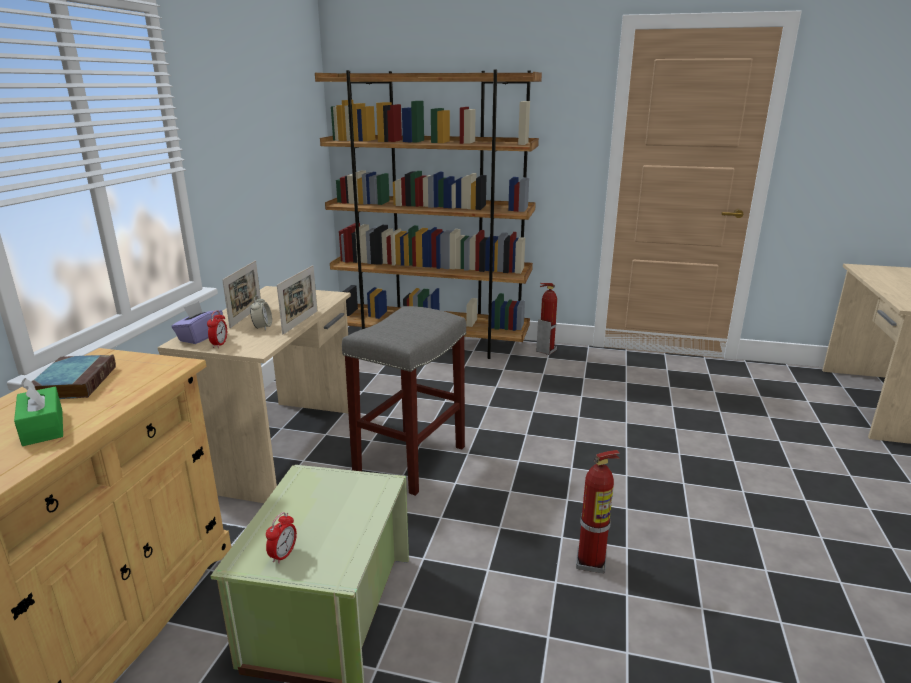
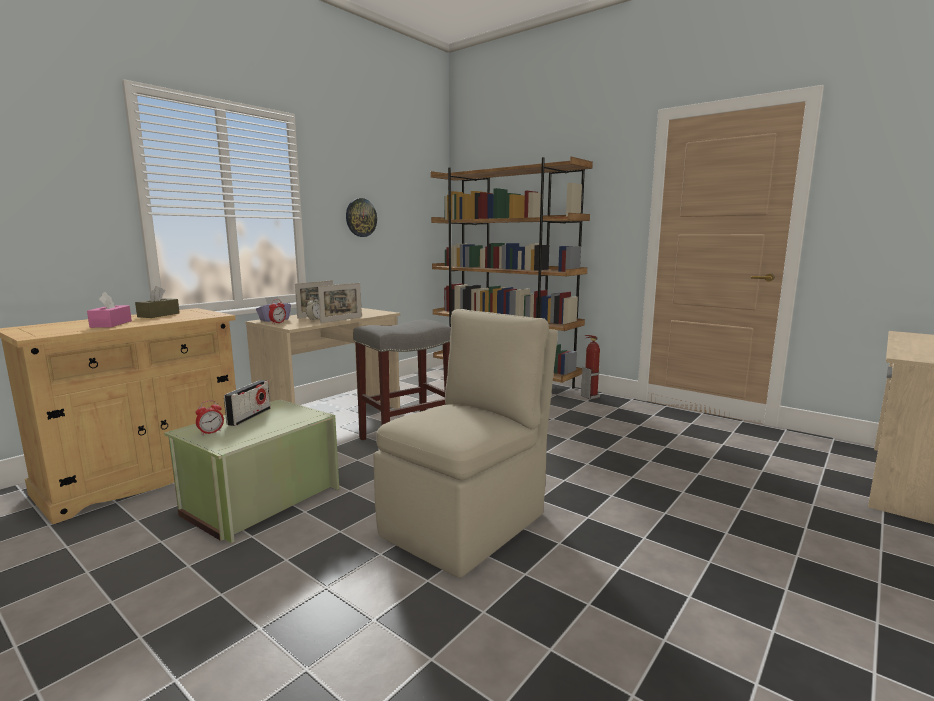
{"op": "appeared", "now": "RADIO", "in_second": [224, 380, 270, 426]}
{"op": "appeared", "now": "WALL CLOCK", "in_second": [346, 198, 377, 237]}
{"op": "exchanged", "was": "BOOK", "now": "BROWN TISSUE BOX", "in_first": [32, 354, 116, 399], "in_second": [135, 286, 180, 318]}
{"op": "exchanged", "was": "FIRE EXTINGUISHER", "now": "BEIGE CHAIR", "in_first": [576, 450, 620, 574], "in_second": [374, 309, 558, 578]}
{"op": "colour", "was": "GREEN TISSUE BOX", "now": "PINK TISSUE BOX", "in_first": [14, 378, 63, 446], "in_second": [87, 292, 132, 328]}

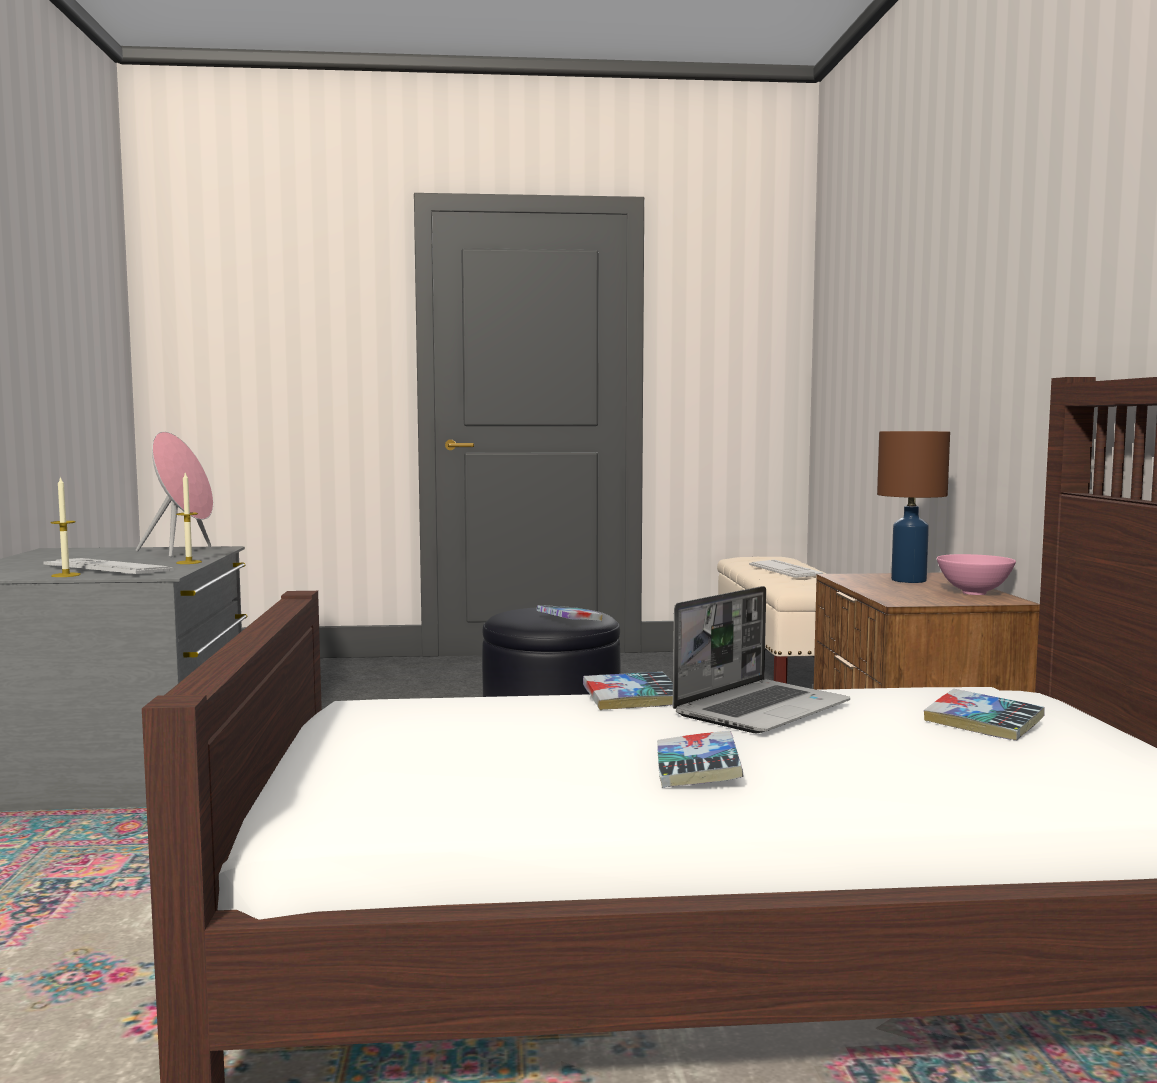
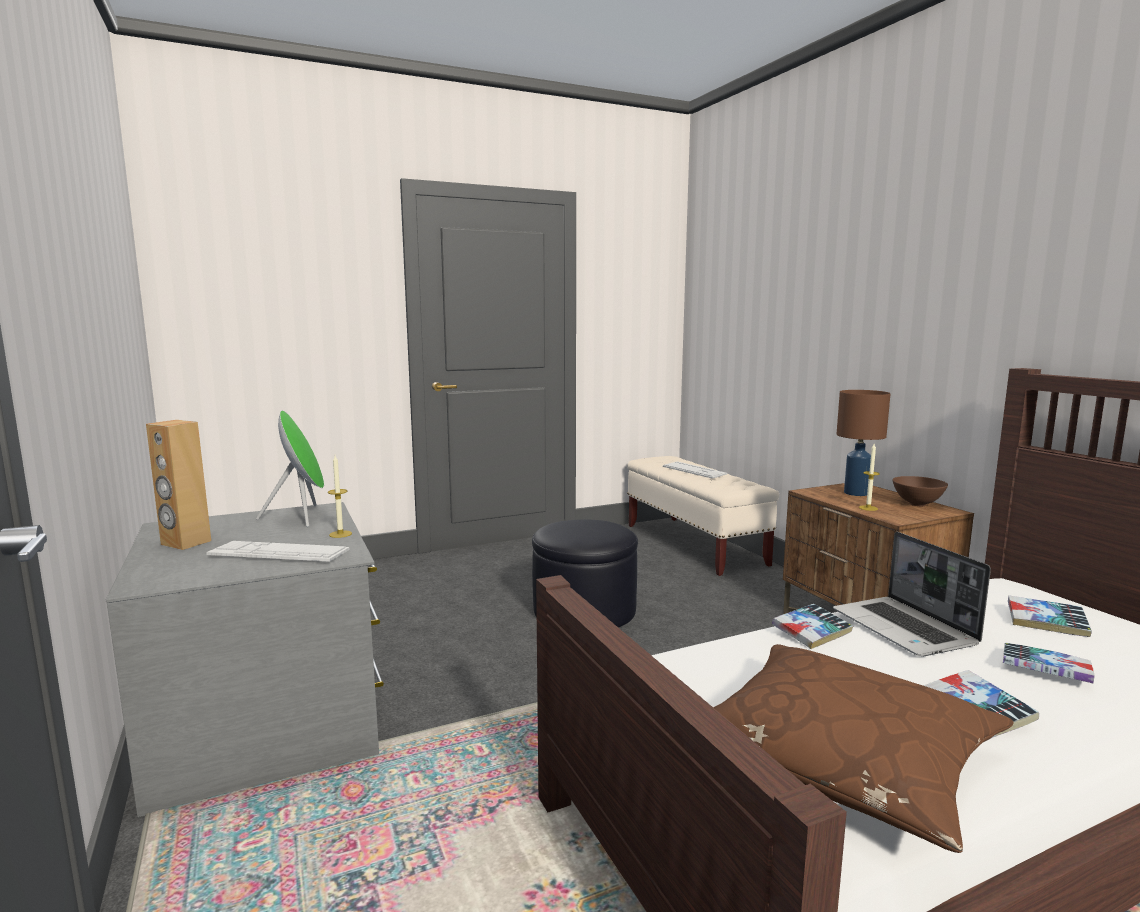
{"op": "appeared", "now": "BROWN SPEAKER", "in_second": [146, 420, 211, 550]}
{"op": "appeared", "now": "BROWN PILLOW", "in_second": [713, 644, 1014, 853]}
{"op": "relocated", "was": "CANDLE", "in_first": [50, 476, 81, 577], "in_second": [859, 444, 880, 511]}
{"op": "relocated", "was": "BOOK", "in_first": [536, 605, 603, 621], "in_second": [1003, 643, 1095, 683]}
{"op": "colour", "was": "PINK SPEAKER", "now": "GREEN SPEAKER", "in_first": [136, 432, 213, 557], "in_second": [256, 410, 324, 527]}
{"op": "colour", "was": "PINK BOWL", "now": "BROWN BOWL", "in_first": [937, 554, 1016, 595], "in_second": [892, 476, 948, 506]}
{"op": "spun", "was": "LAPTOP", "in_first": [673, 586, 850, 733], "in_second": [833, 532, 991, 656], "clockwise": 135}

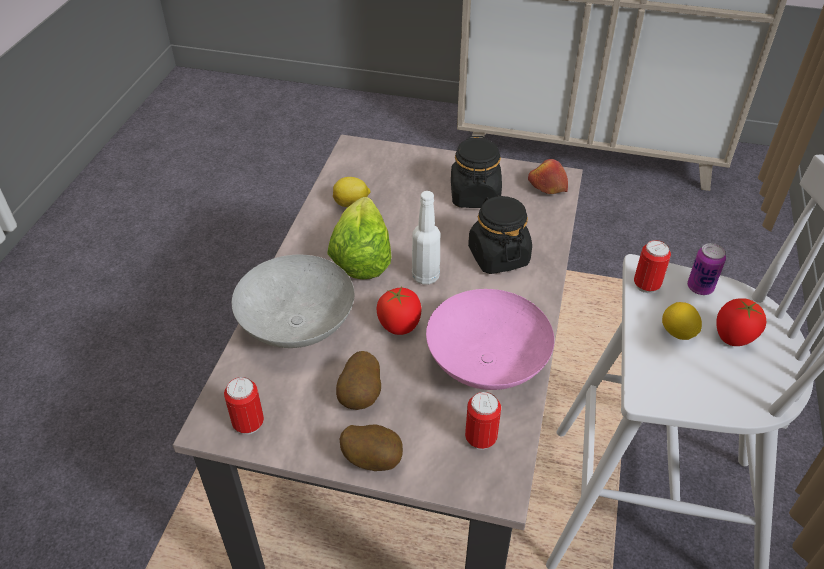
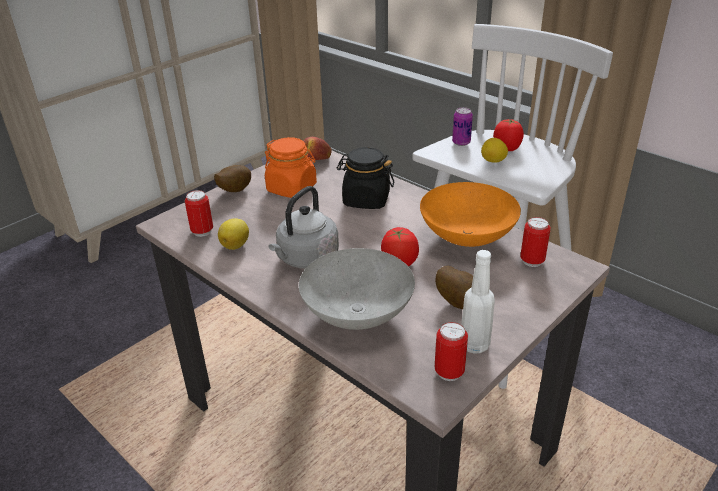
{"op": "relocated", "was": "POTATO", "in_first": [339, 425, 403, 471], "in_second": [214, 165, 251, 192]}
{"op": "relocated", "was": "WHITE BOTTLE", "in_first": [412, 191, 441, 285], "in_second": [461, 250, 495, 354]}
{"op": "relocated", "was": "CAN", "in_first": [634, 240, 671, 293], "in_second": [185, 190, 213, 237]}
{"op": "exchanged", "was": "LETTUCE", "now": "GREY KETTLE", "in_first": [327, 197, 391, 279], "in_second": [268, 186, 339, 269]}
{"op": "colour", "was": "PINK BOWL", "now": "ORANGE BOWL", "in_first": [426, 289, 554, 390], "in_second": [420, 182, 521, 247]}
{"op": "colour", "was": "BLACK JAR", "now": "ORANGE JAR", "in_first": [451, 136, 502, 208], "in_second": [265, 137, 317, 198]}

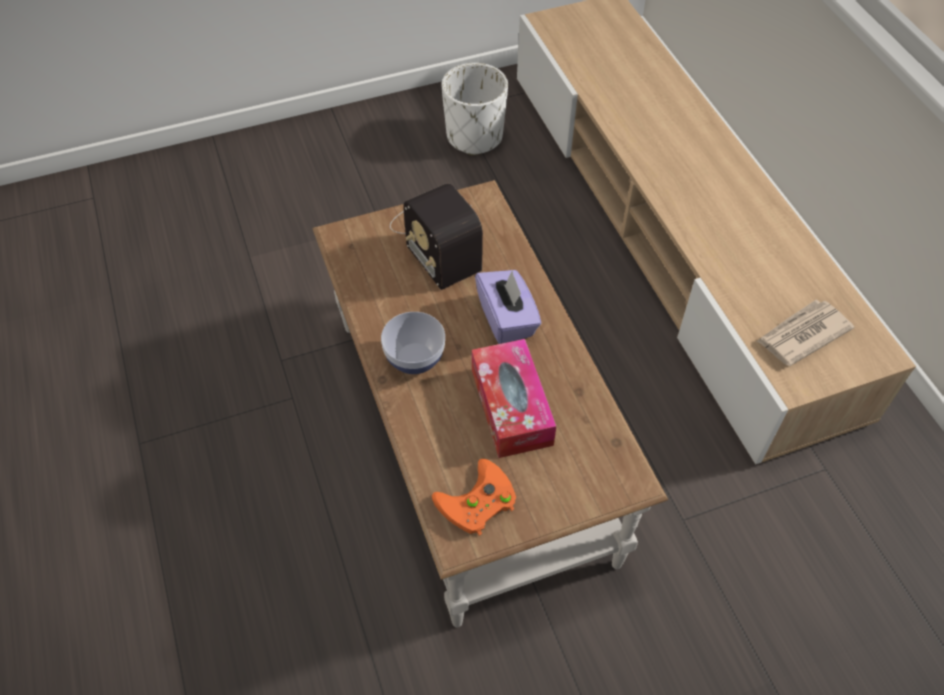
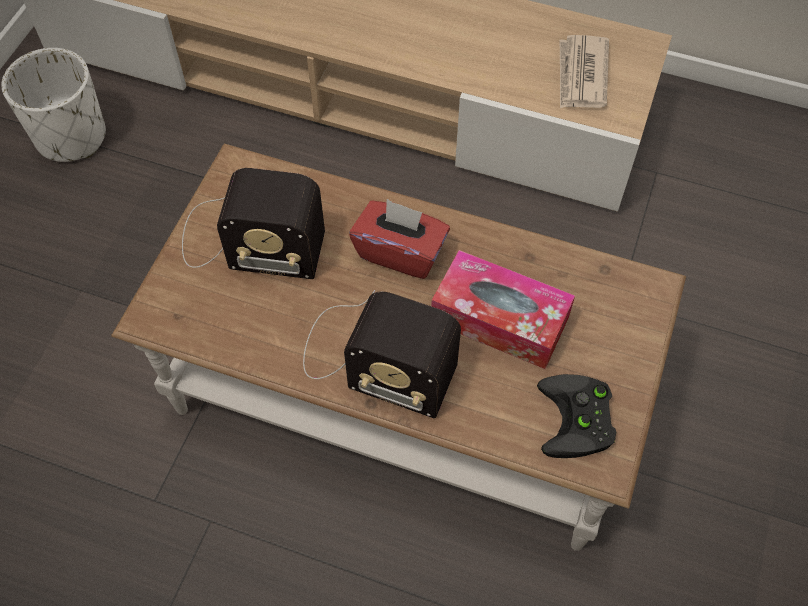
{"op": "exchanged", "was": "BOWL", "now": "RADIO", "in_first": [381, 312, 445, 374], "in_second": [303, 290, 461, 418]}
{"op": "colour", "was": "ORANGE GAME CONTROLLER", "now": "BLACK GAME CONTROLLER", "in_first": [432, 459, 516, 536], "in_second": [537, 374, 616, 458]}
{"op": "colour", "was": "PURPLE TISSUE BOX", "now": "RED TISSUE BOX", "in_first": [475, 270, 541, 344], "in_second": [349, 199, 450, 279]}

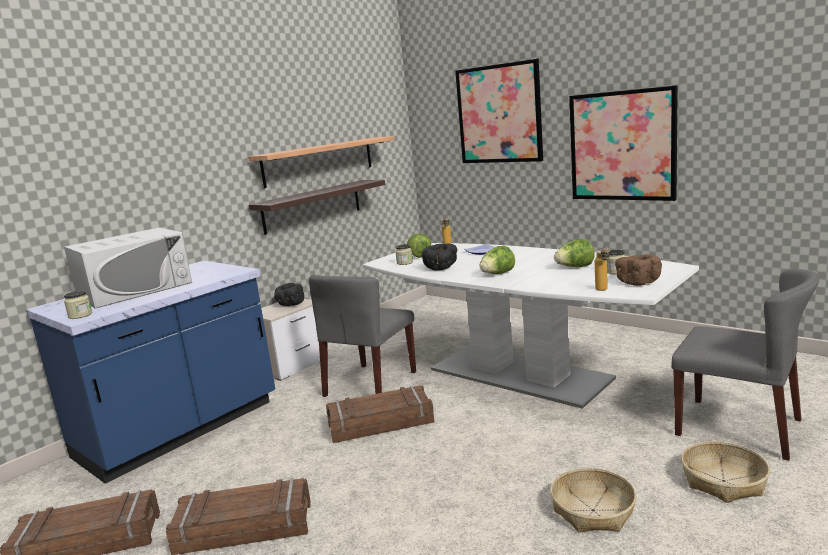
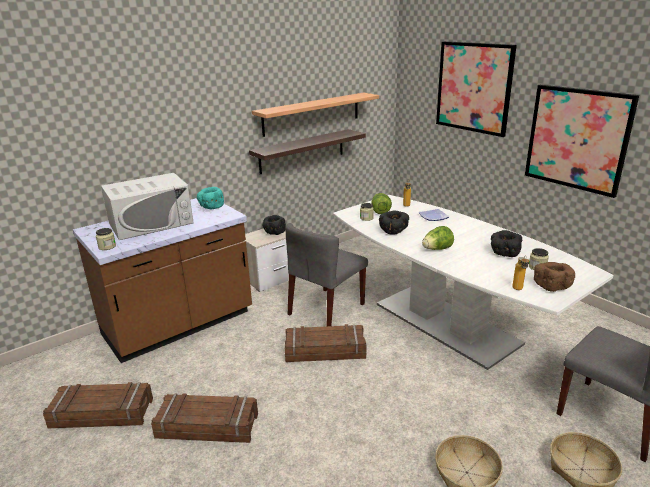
{"op": "appeared", "now": "TURQUOISE BOWL", "in_second": [197, 187, 224, 209]}
{"op": "exchanged", "was": "LETTUCE", "now": "BLACK BOWL", "in_first": [554, 239, 595, 267], "in_second": [491, 230, 522, 257]}
{"op": "colour", "was": "BLUE COUNTER", "now": "BROWN COUNTER", "in_first": [26, 261, 275, 484], "in_second": [73, 198, 252, 363]}

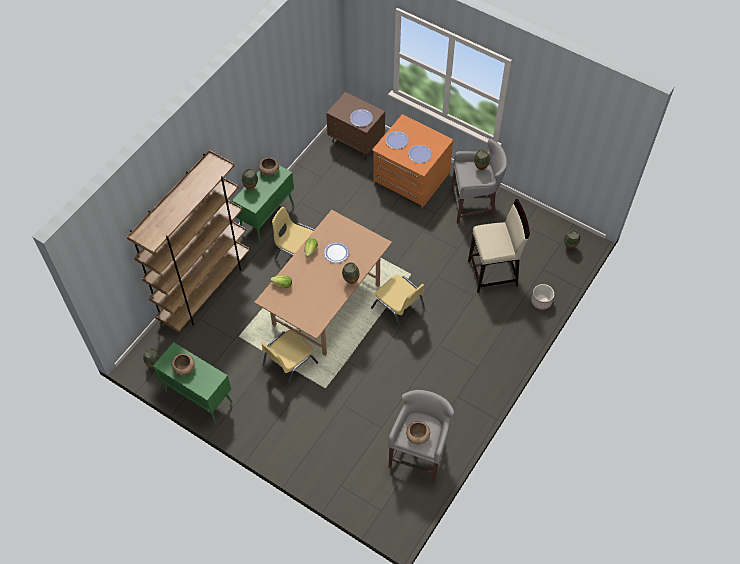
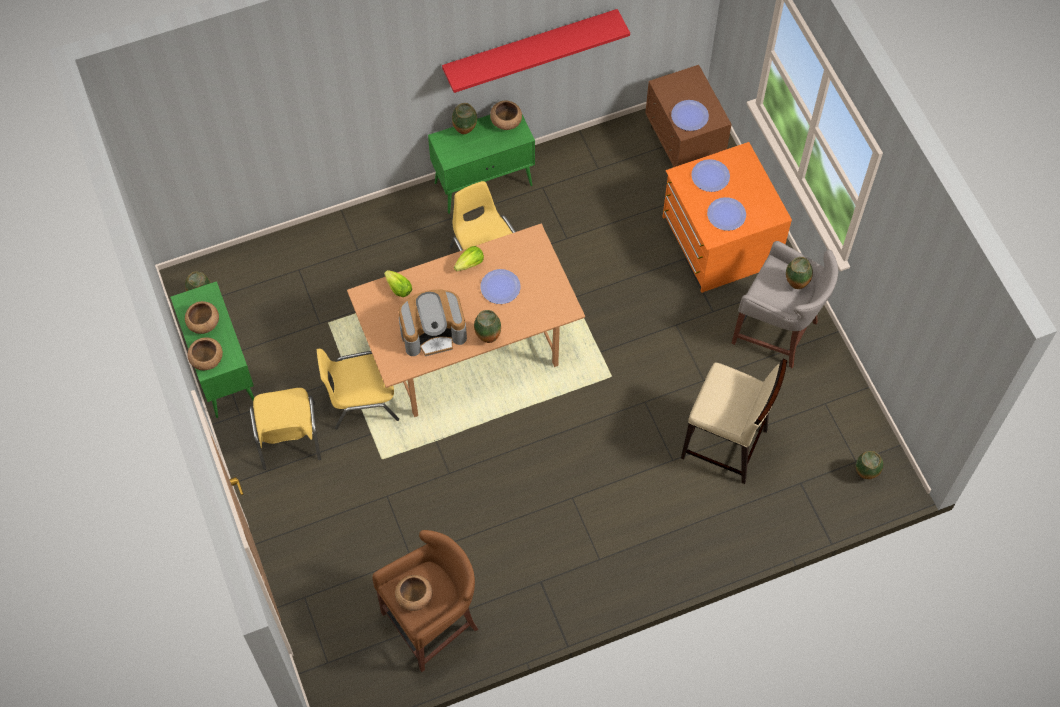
{"op": "missing", "was": "BROWN BOOKCASE", "in_first": [127, 150, 250, 333]}
{"op": "missing", "was": "PLANTER", "in_first": [531, 284, 554, 310]}
{"op": "appeared", "now": "BROWN BOWL", "in_second": [187, 337, 223, 370]}
{"op": "appeared", "now": "COFFEE MACHINE", "in_second": [399, 290, 467, 356]}
{"op": "appeared", "now": "RED SHELF", "in_second": [442, 9, 630, 93]}
{"op": "relocated", "was": "YELLOW CHAIR", "in_first": [371, 275, 425, 331], "in_second": [250, 388, 321, 470]}
{"op": "colour", "was": "GREY STOOL", "now": "BROWN STOOL", "in_first": [388, 390, 454, 482], "in_second": [372, 530, 478, 672]}

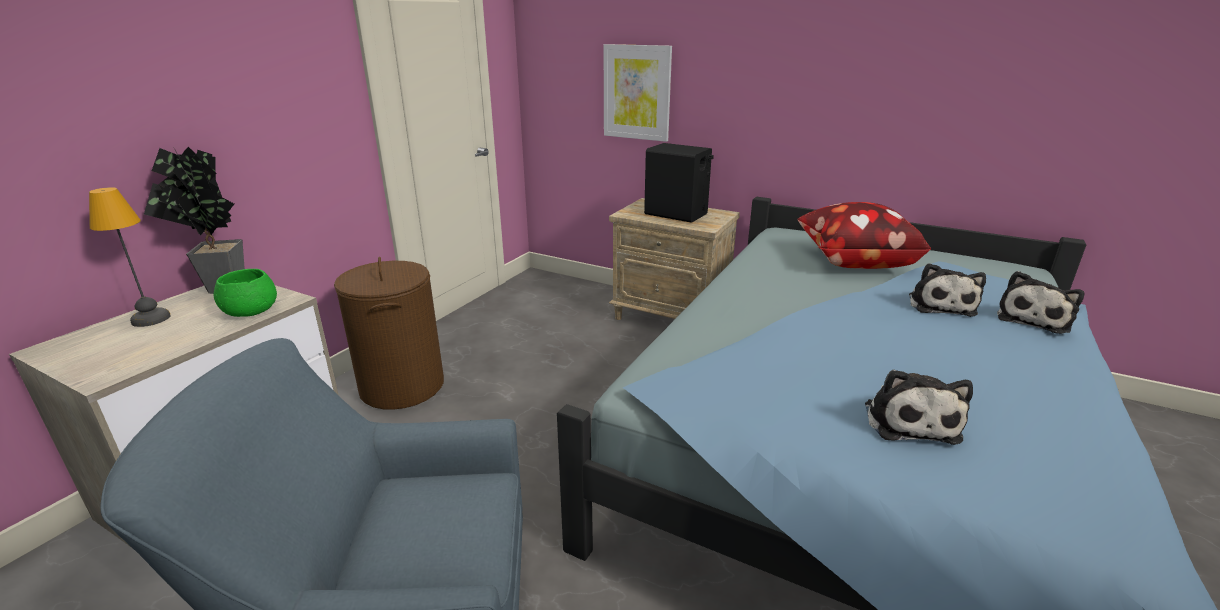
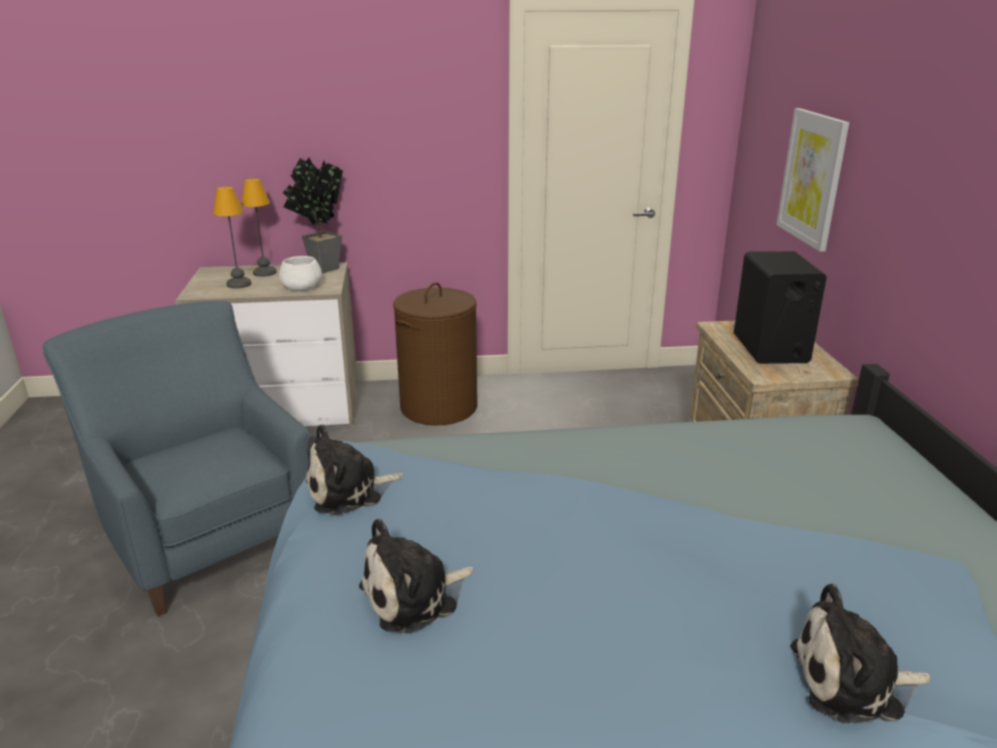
{"op": "missing", "was": "PILLOW", "in_first": [797, 202, 931, 269]}
{"op": "appeared", "now": "TABLE LAMP", "in_second": [213, 187, 252, 289]}
{"op": "relocated", "was": "PLUSH TOY", "in_first": [909, 263, 986, 317], "in_second": [306, 424, 403, 515]}
{"op": "colour", "was": "GREEN BOWL", "now": "WHITE BOWL", "in_first": [213, 269, 277, 317], "in_second": [279, 256, 322, 291]}

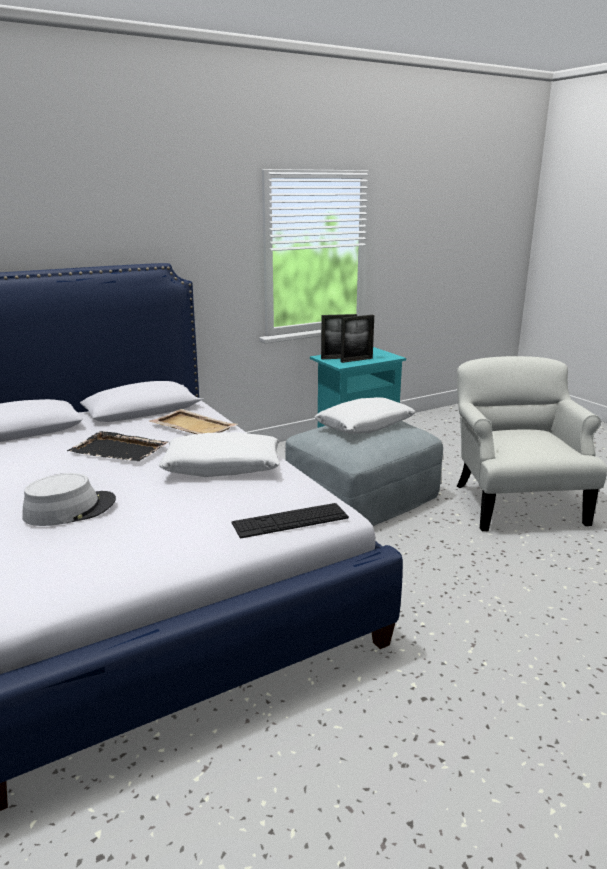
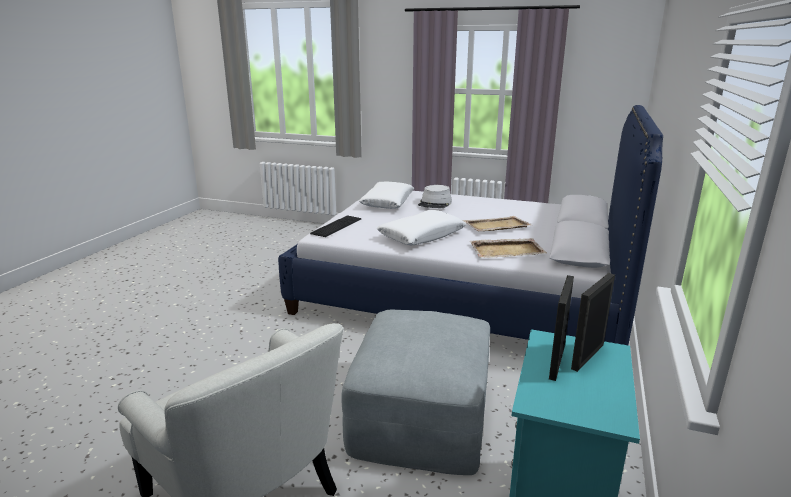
{"op": "relocated", "was": "WHITE PILLOW", "in_first": [314, 397, 416, 434], "in_second": [359, 181, 414, 209]}
{"op": "colour", "was": "BLACK TRAY", "now": "BEIGE TRAY", "in_first": [67, 431, 168, 461], "in_second": [463, 216, 532, 231]}

